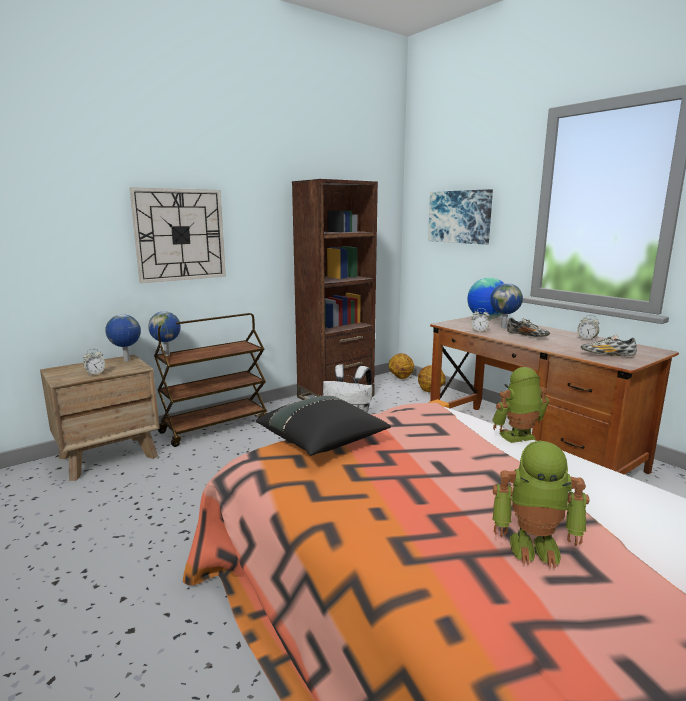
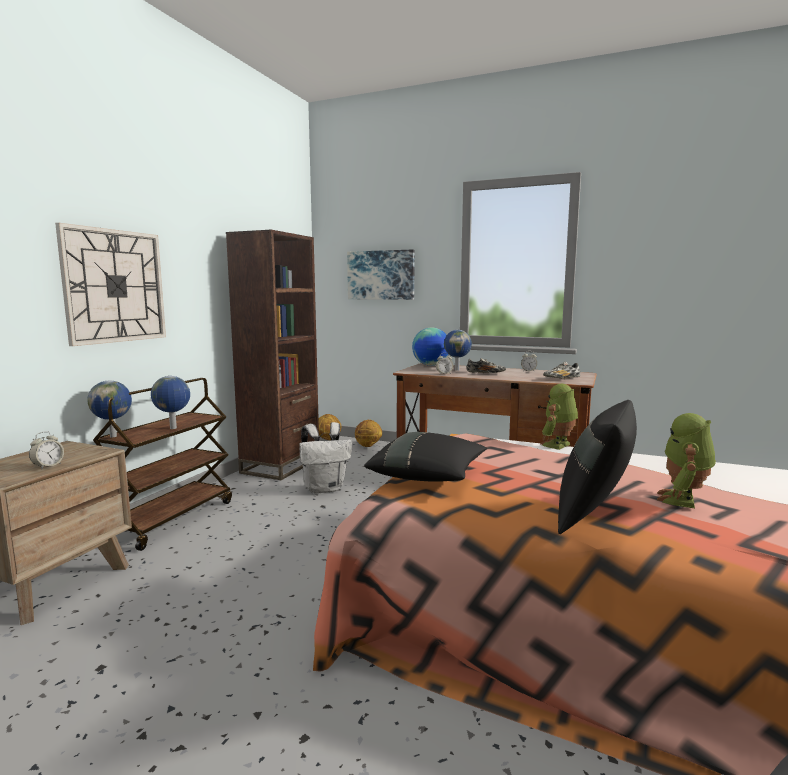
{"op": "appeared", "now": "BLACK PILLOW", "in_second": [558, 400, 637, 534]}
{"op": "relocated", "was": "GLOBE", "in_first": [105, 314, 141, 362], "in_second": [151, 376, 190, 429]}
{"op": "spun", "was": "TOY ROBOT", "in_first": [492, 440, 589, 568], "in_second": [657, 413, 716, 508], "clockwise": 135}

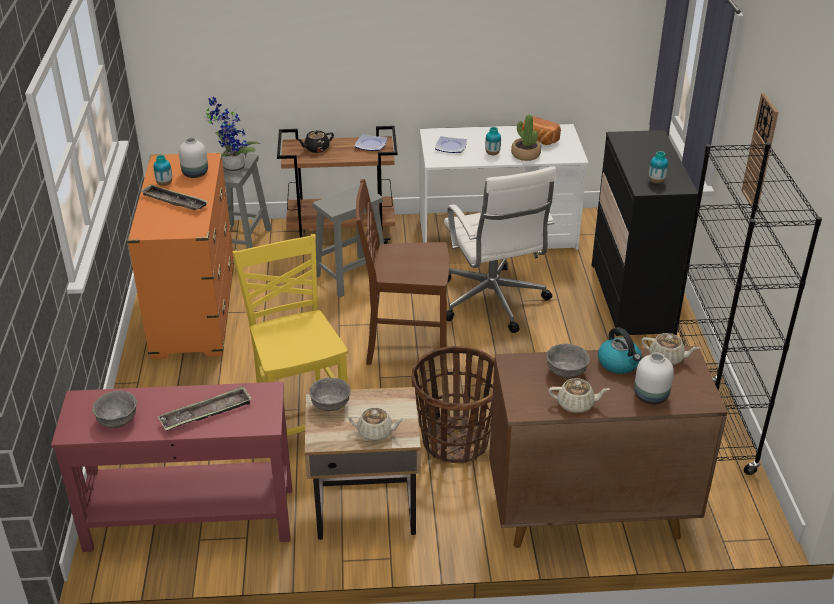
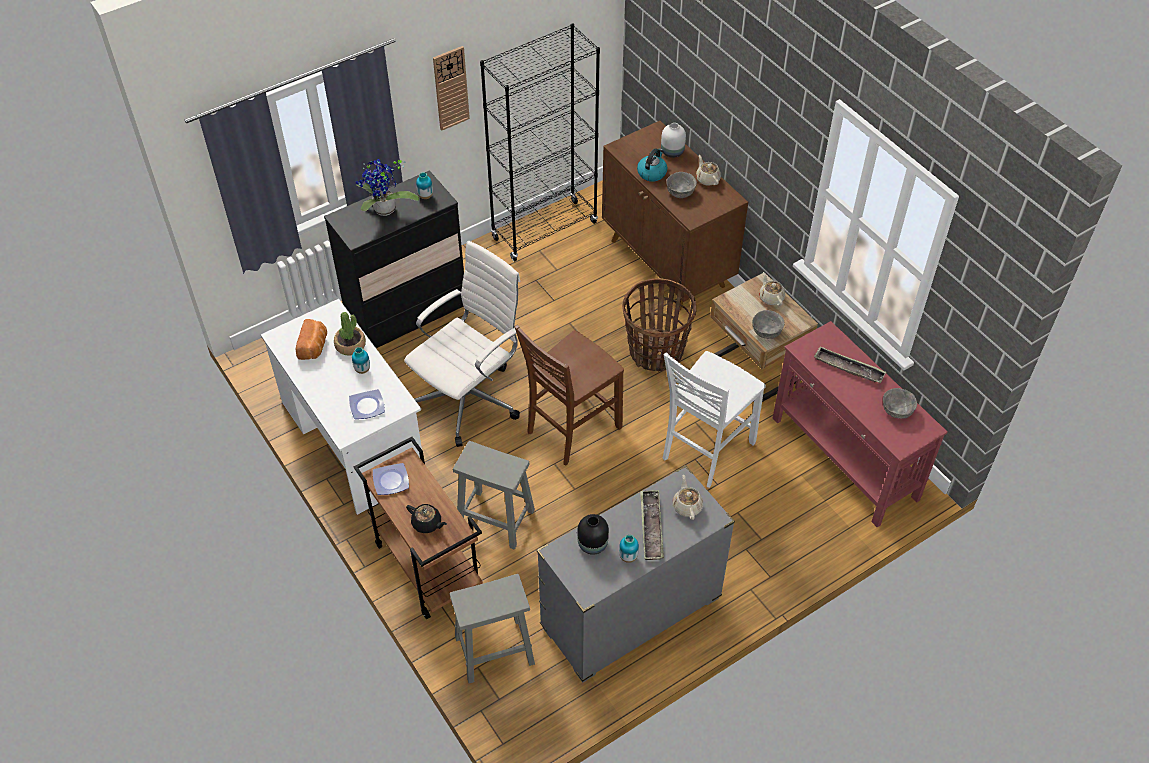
{"op": "relocated", "was": "POTTED PLANT", "in_first": [204, 97, 260, 173], "in_second": [356, 159, 419, 216]}
{"op": "relocated", "was": "BEIGE TEAPOT", "in_first": [642, 333, 700, 365], "in_second": [673, 475, 703, 520]}
{"op": "colour", "was": "ORANGE DRESSER", "now": "GREY DRESSER", "in_first": [127, 152, 234, 359], "in_second": [537, 465, 735, 683]}
{"op": "colour", "was": "WHITE VASE", "now": "BLACK VASE", "in_first": [179, 137, 208, 178], "in_second": [577, 514, 609, 555]}
{"op": "colour", "was": "YELLOW CHAIR", "now": "WHITE CHAIR", "in_first": [232, 234, 348, 436], "in_second": [663, 351, 766, 488]}
{"op": "spun", "was": "BROWN CHAIR", "in_first": [356, 179, 449, 366], "in_second": [514, 325, 624, 465], "clockwise": 75}

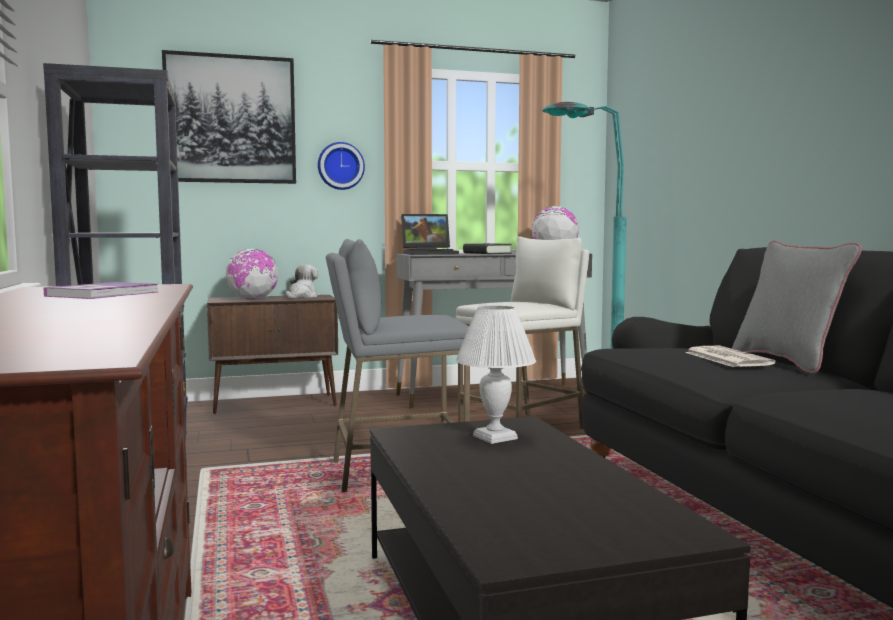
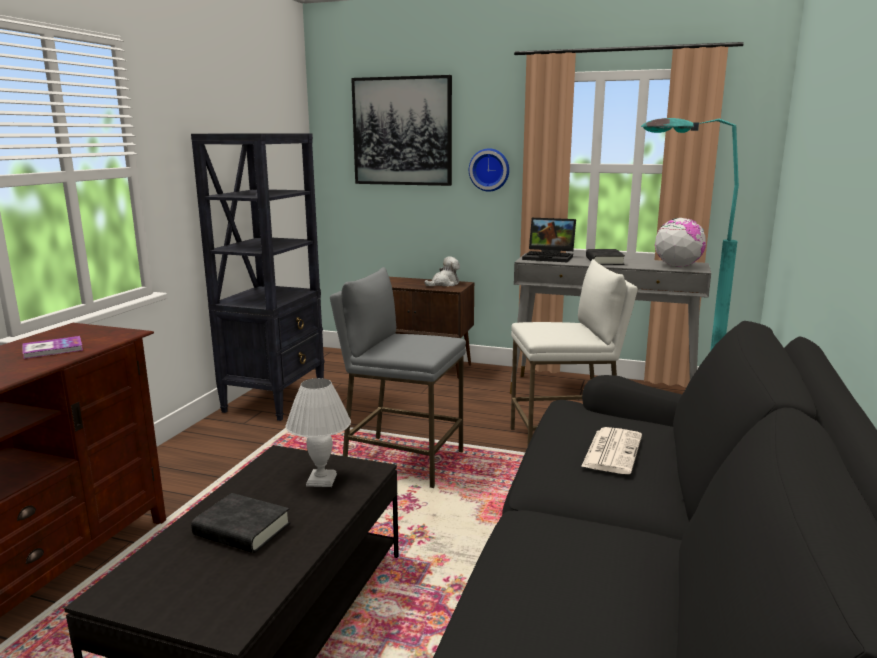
{"op": "missing", "was": "GLOBE", "in_first": [226, 249, 278, 300]}
{"op": "missing", "was": "GREY PILLOW", "in_first": [732, 240, 862, 374]}
{"op": "appeared", "now": "BLACK BOOK", "in_second": [191, 493, 290, 553]}

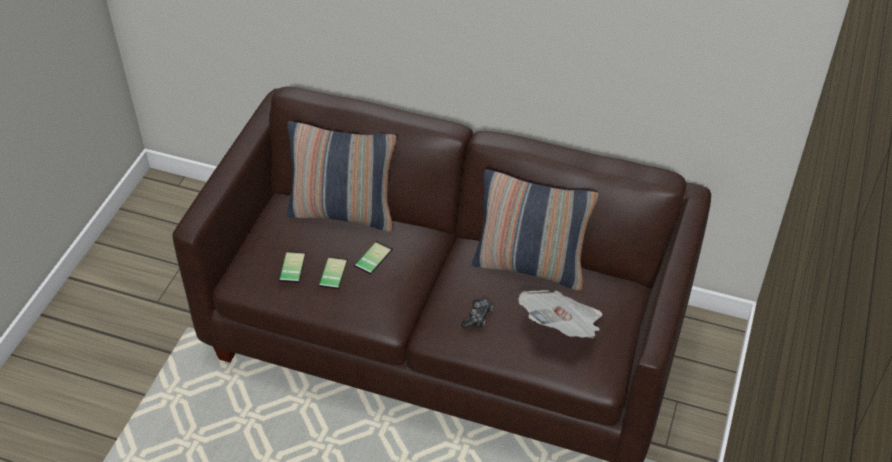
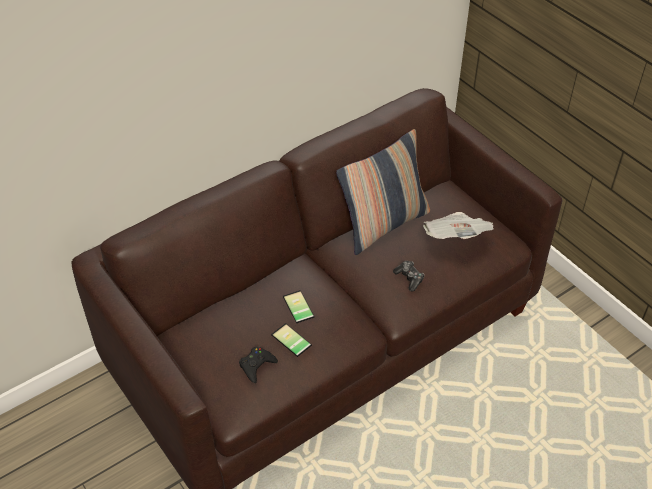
{"op": "missing", "was": "PILLOW", "in_first": [287, 121, 396, 232]}
{"op": "exchanged", "was": "PHONE", "now": "BLACK GAME CONTROLLER", "in_first": [279, 251, 306, 283], "in_second": [239, 347, 278, 383]}

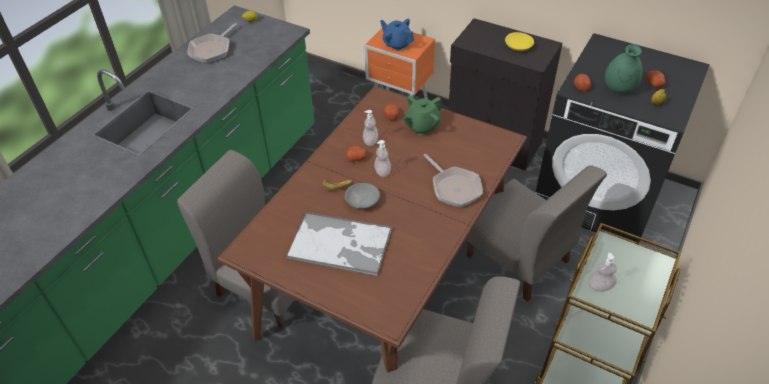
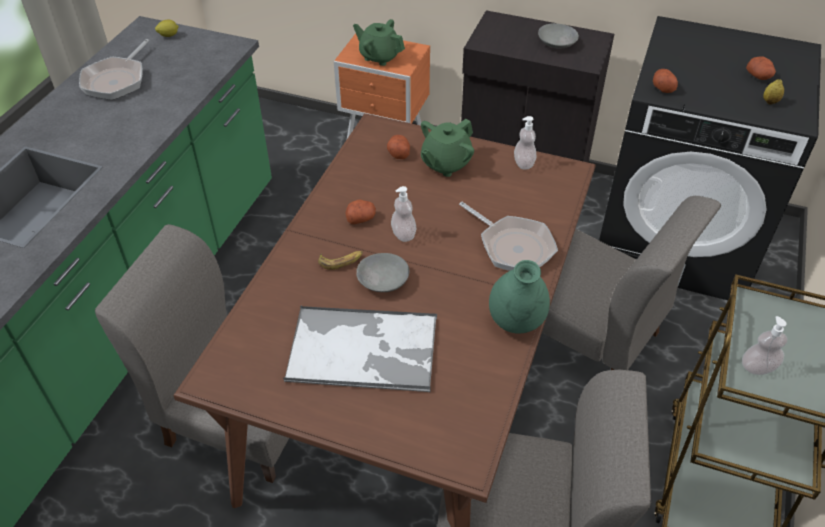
{"op": "relocated", "was": "SOAP DISPENSER", "in_first": [363, 110, 378, 146], "in_second": [514, 116, 537, 170]}
{"op": "relocated", "was": "GREEN VASE", "in_first": [605, 44, 643, 93], "in_second": [489, 260, 550, 334]}
{"op": "colour", "was": "BLUE TEAPOT", "now": "GREEN TEAPOT", "in_first": [380, 19, 414, 51], "in_second": [353, 19, 405, 66]}
{"op": "colour", "was": "YELLOW BOWL", "now": "GREY BOWL", "in_first": [505, 32, 534, 51], "in_second": [538, 23, 579, 48]}

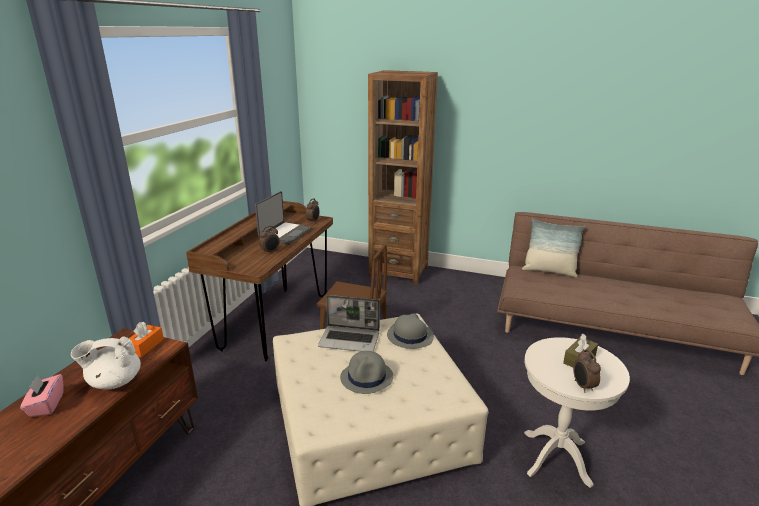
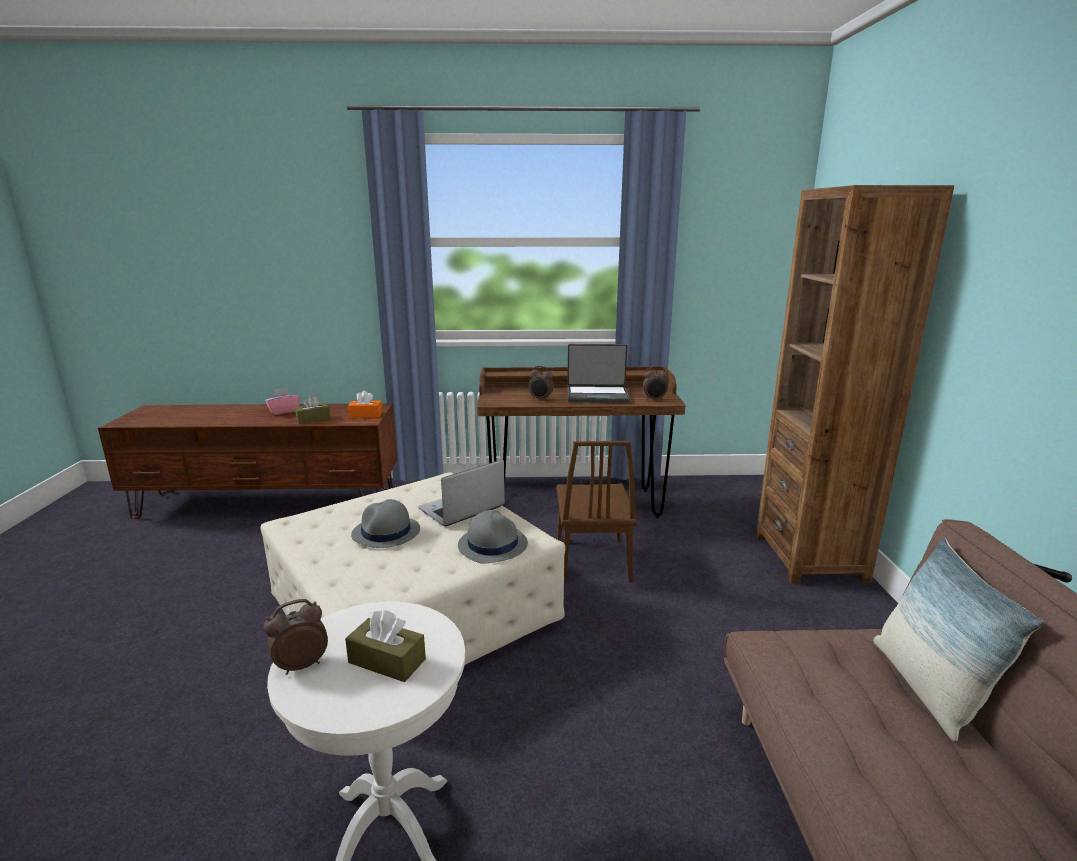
{"op": "exchanged", "was": "WHITE TEAPOT", "now": "BROWN TISSUE BOX", "in_first": [71, 337, 141, 390], "in_second": [295, 395, 330, 424]}
{"op": "spun", "was": "LAPTOP", "in_first": [318, 295, 380, 352], "in_second": [418, 460, 505, 526], "clockwise": 60}

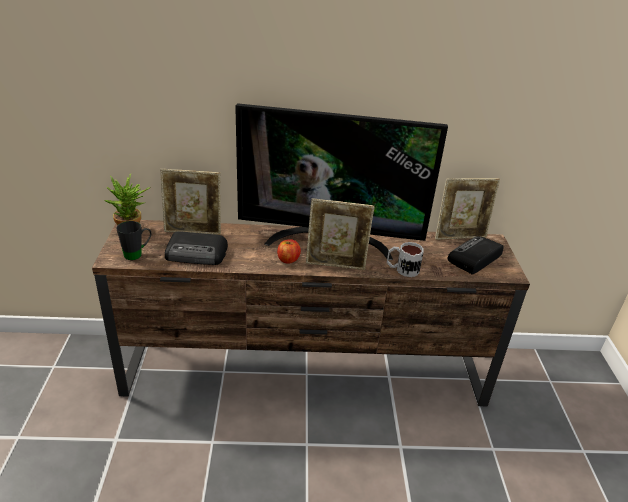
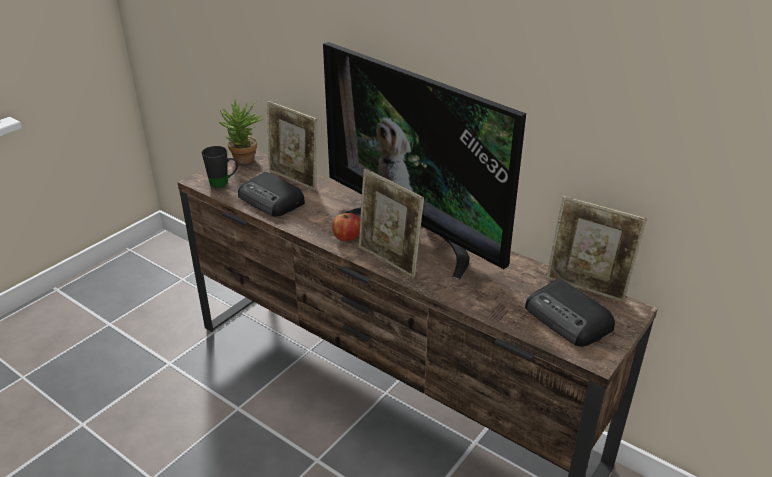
{"op": "missing", "was": "MUG", "in_first": [387, 242, 423, 277]}
{"op": "spun", "was": "RADIO", "in_first": [448, 236, 504, 275], "in_second": [525, 279, 615, 347], "clockwise": -120}

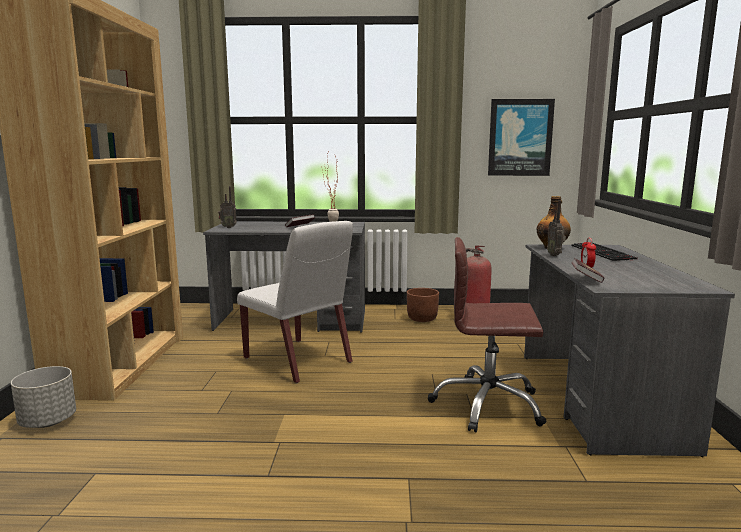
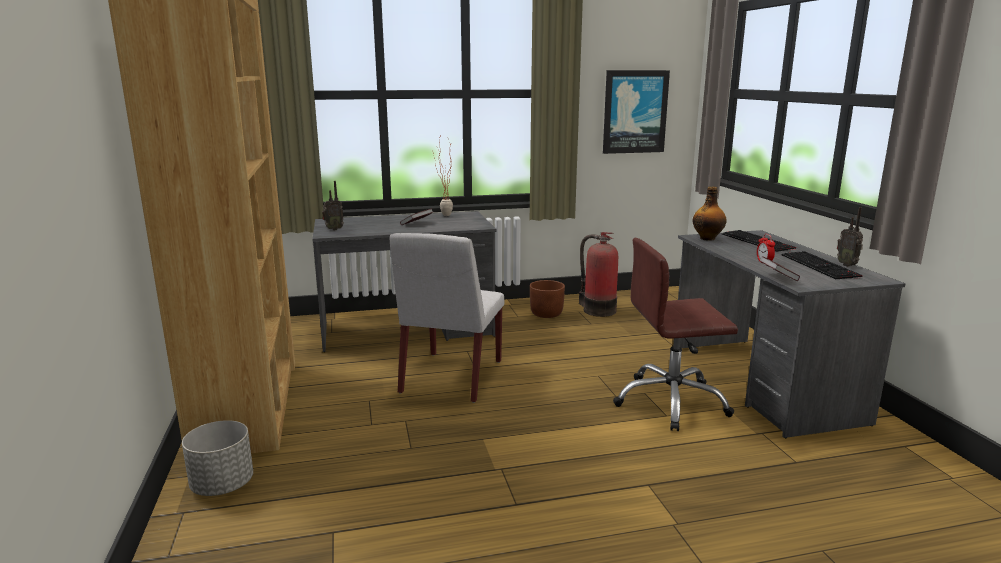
{"op": "appeared", "now": "KEYBOARD", "in_second": [782, 251, 862, 279]}
{"op": "relocated", "was": "RADIO", "in_first": [547, 200, 566, 256], "in_second": [837, 207, 863, 267]}
{"op": "spun", "was": "WHITE CHAIR", "in_first": [237, 221, 353, 384], "in_second": [390, 233, 504, 403], "clockwise": 75}

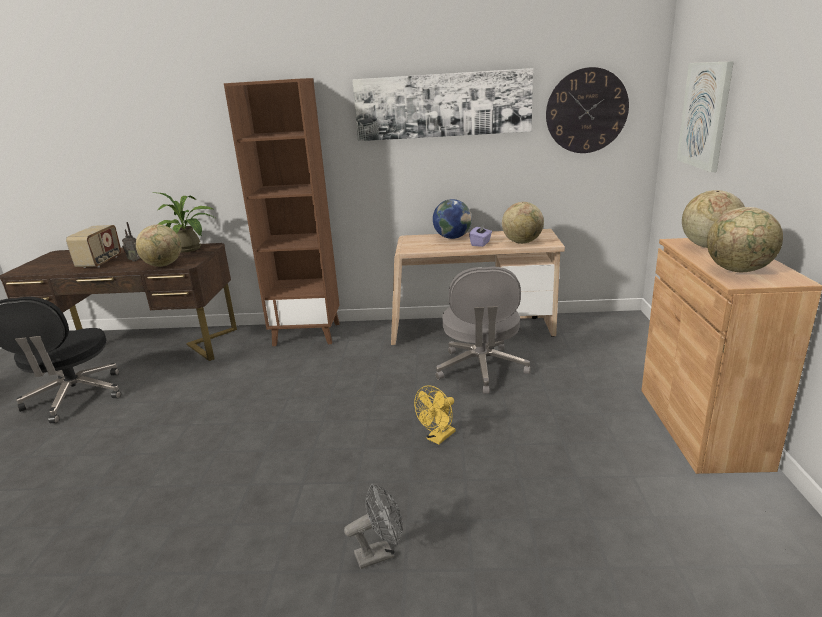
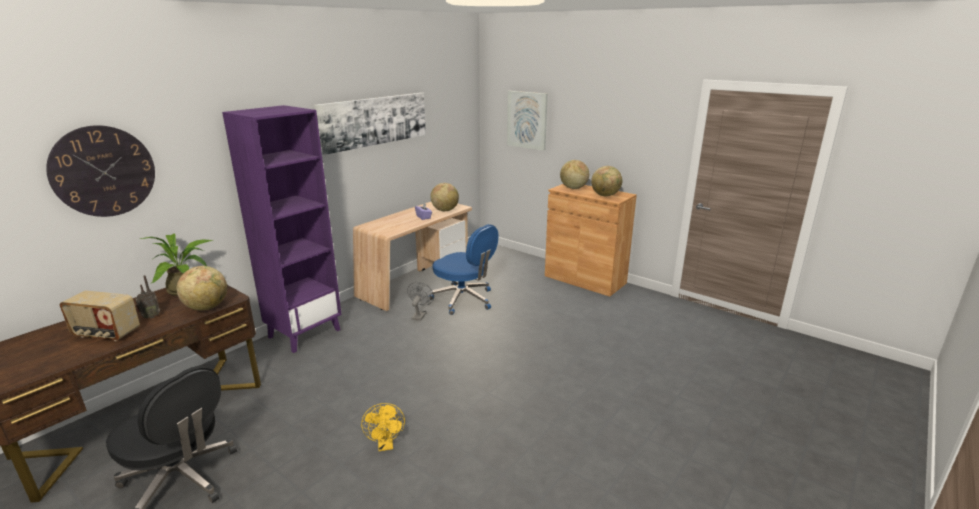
{"op": "missing", "was": "GLOBE", "in_first": [433, 199, 472, 239]}
{"op": "relocated", "was": "GREY FAN", "in_first": [344, 484, 403, 569], "in_second": [407, 282, 434, 321]}
{"op": "relocated", "was": "YELLOW FAN", "in_first": [414, 385, 456, 445], "in_second": [361, 403, 405, 451]}
{"op": "relocated", "was": "WALL CLOCK", "in_first": [546, 67, 629, 153], "in_second": [46, 125, 155, 217]}
{"op": "colour", "was": "BROWN BOOKCASE", "now": "PURPLE BOOKCASE", "in_first": [224, 78, 340, 346], "in_second": [222, 105, 342, 353]}
{"op": "colour", "was": "GREY OFFICE CHAIR", "now": "BLUE OFFICE CHAIR", "in_first": [436, 267, 531, 394], "in_second": [429, 224, 499, 315]}
{"op": "spun", "was": "RADIO", "in_first": [66, 225, 121, 268], "in_second": [59, 291, 140, 341], "clockwise": 150}

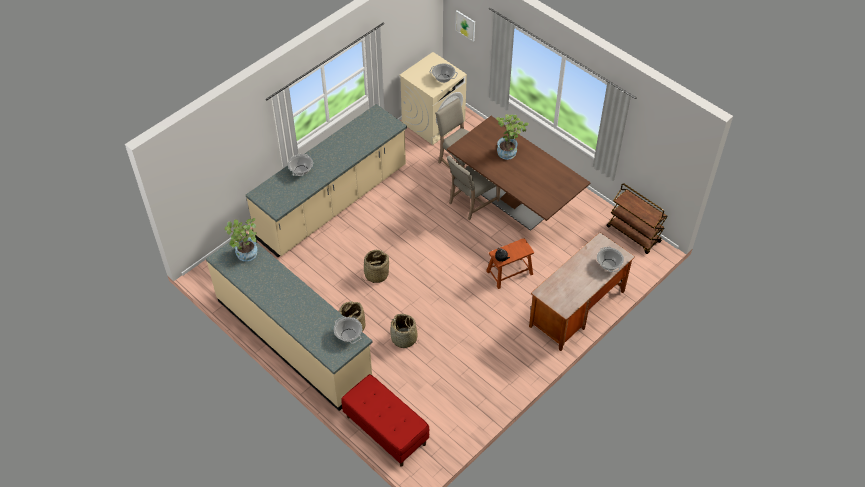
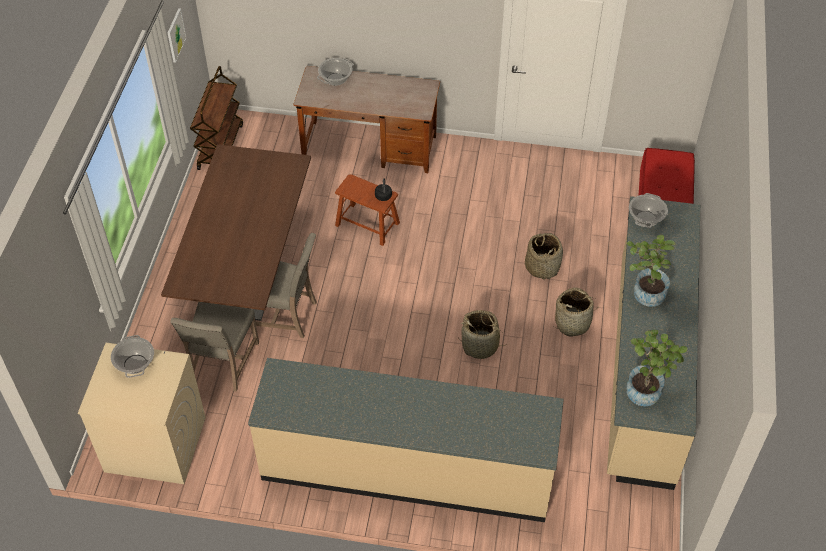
{"op": "missing", "was": "COOKING POT", "in_first": [288, 154, 313, 176]}
{"op": "relocated", "was": "PICTURE", "in_first": [455, 11, 475, 42], "in_second": [168, 8, 186, 63]}
{"op": "relocated", "was": "POTTED PLANT", "in_first": [496, 114, 529, 160], "in_second": [627, 235, 676, 307]}

